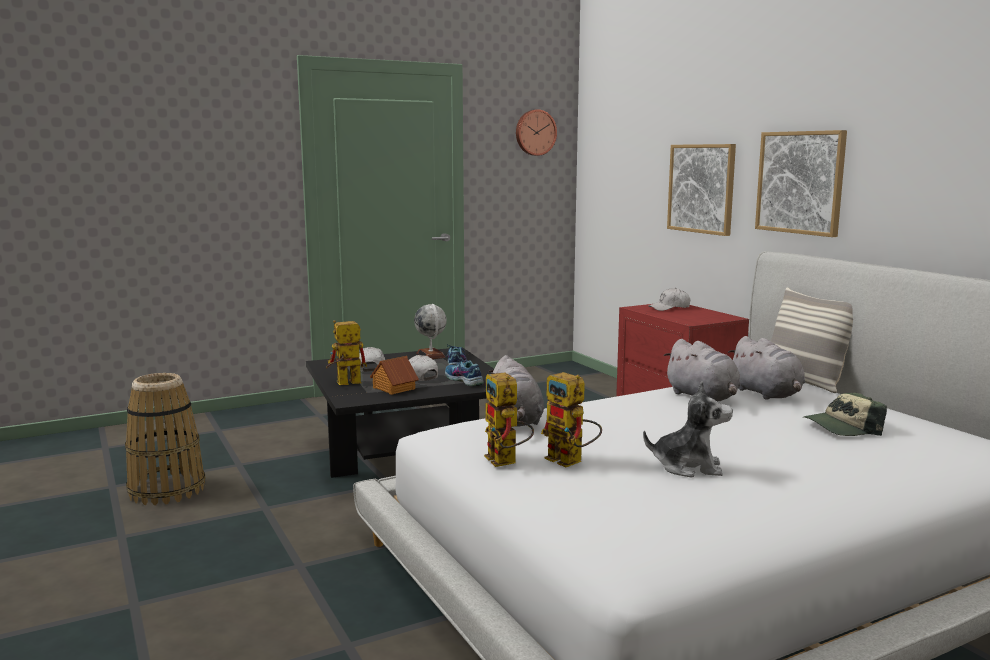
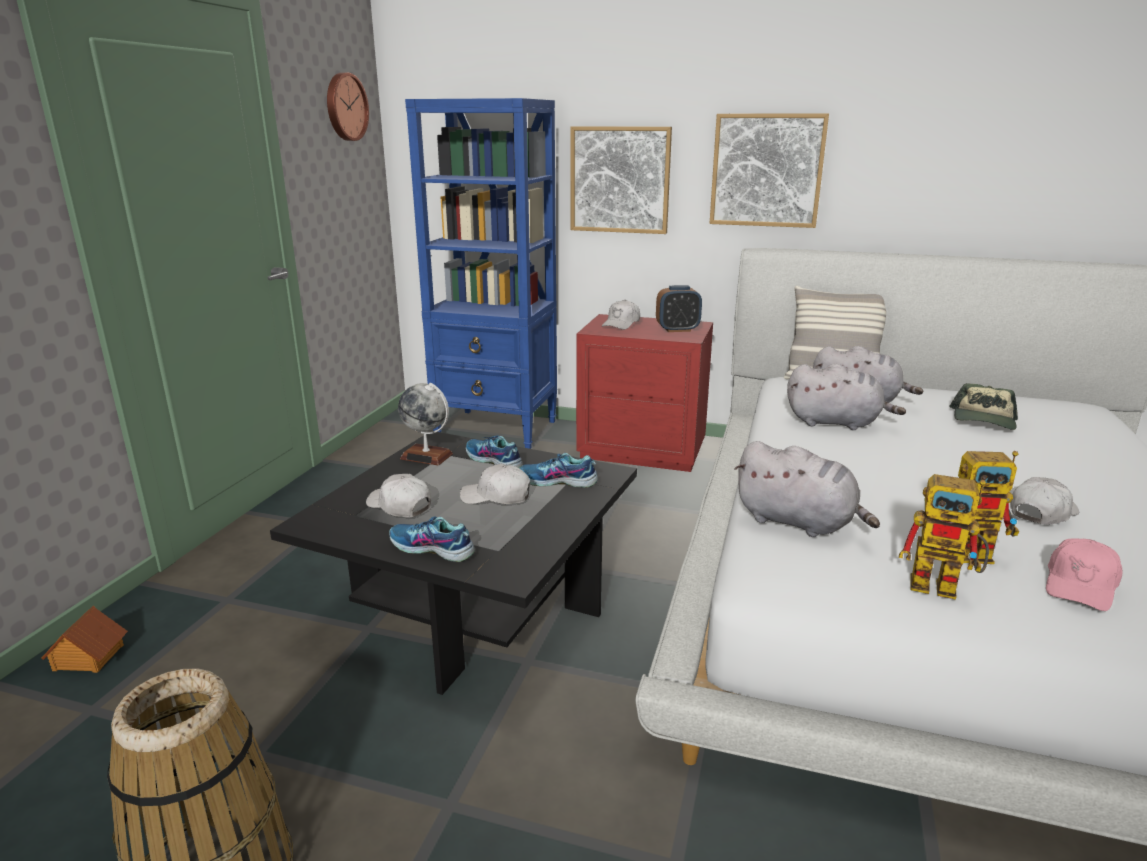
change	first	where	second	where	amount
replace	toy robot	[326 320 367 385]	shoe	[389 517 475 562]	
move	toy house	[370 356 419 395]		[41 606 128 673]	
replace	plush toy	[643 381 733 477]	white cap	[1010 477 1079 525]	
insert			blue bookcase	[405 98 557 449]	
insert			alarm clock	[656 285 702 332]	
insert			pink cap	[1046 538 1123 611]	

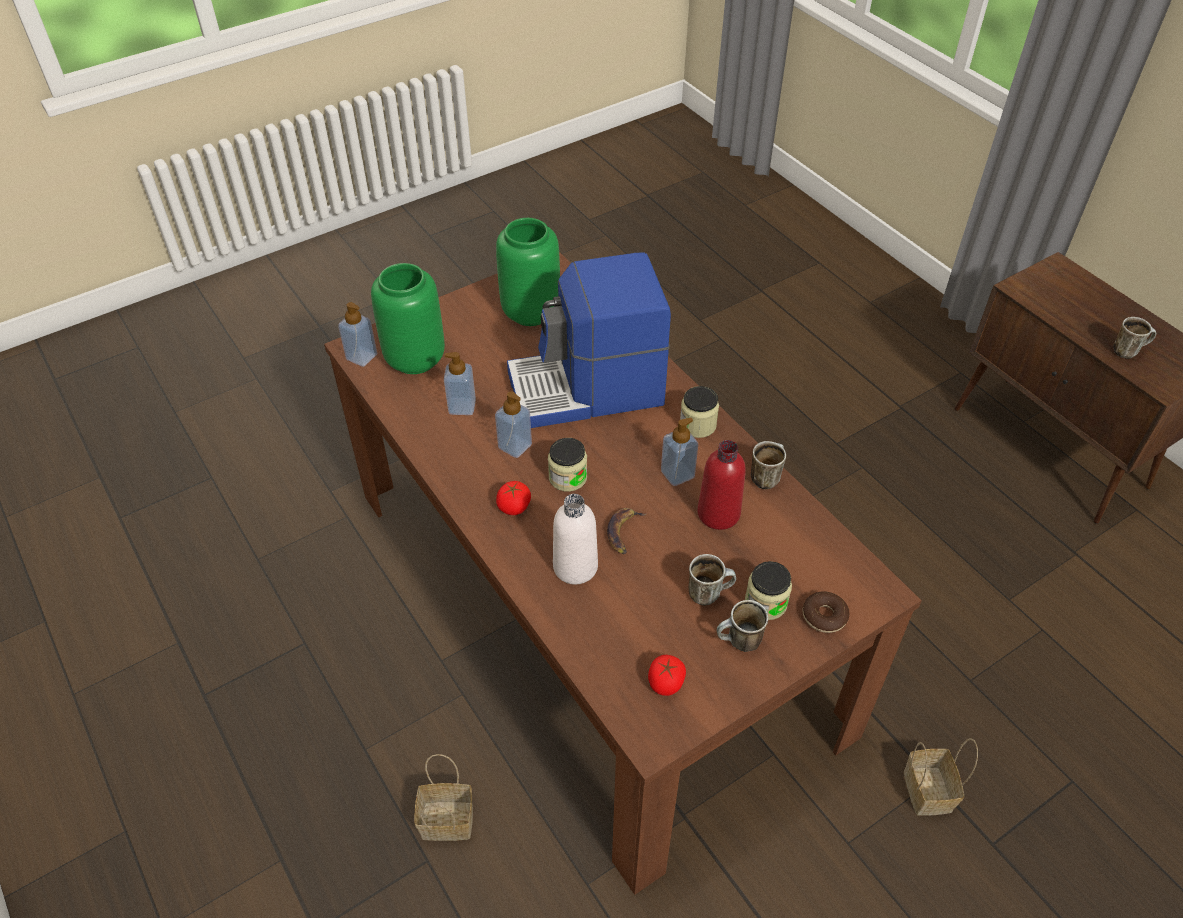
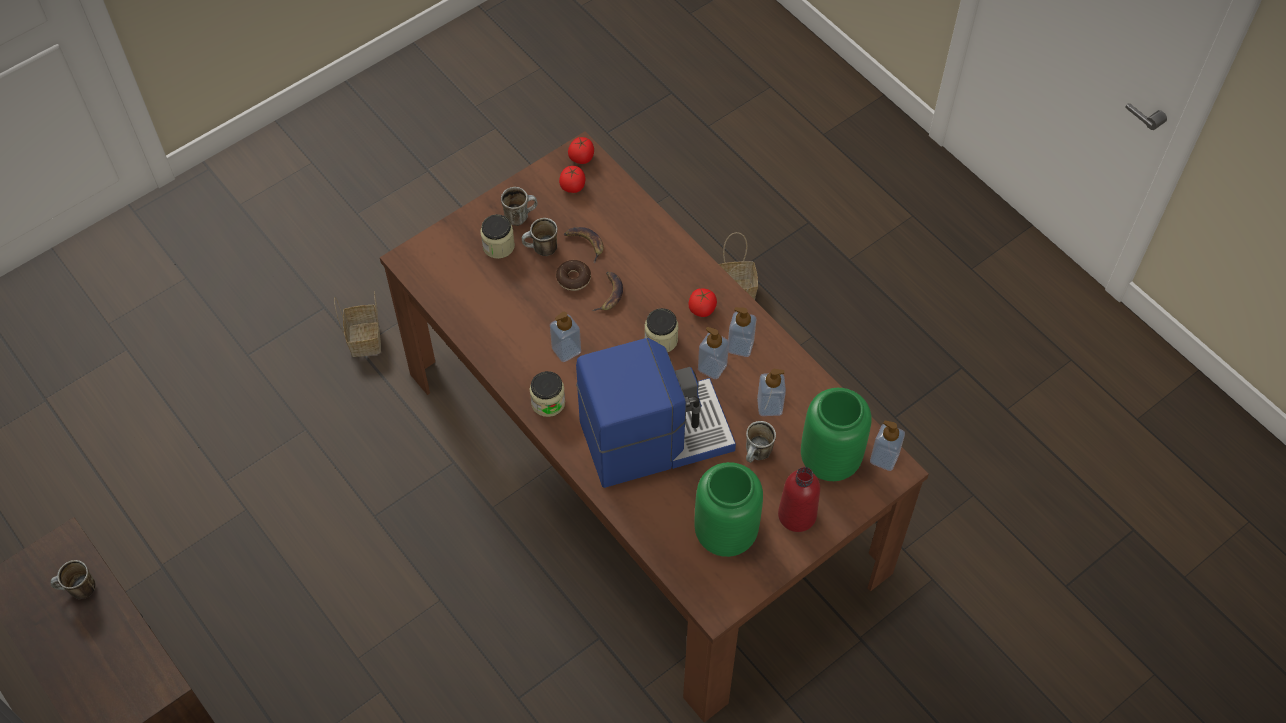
change	first	where	second	where	amount
delete	white bottle	[553 494 598 584]			
move	red bottle	[697 440 746 530]		[778 467 820 532]	
move	mug	[751 441 786 489]		[746 421 776 463]	
move	donut	[803 591 849 633]		[556 260 591 291]	
insert			banana	[564 227 604 263]	
insert			tomato	[568 137 594 164]	
insert			soap dispenser	[728 307 756 357]	

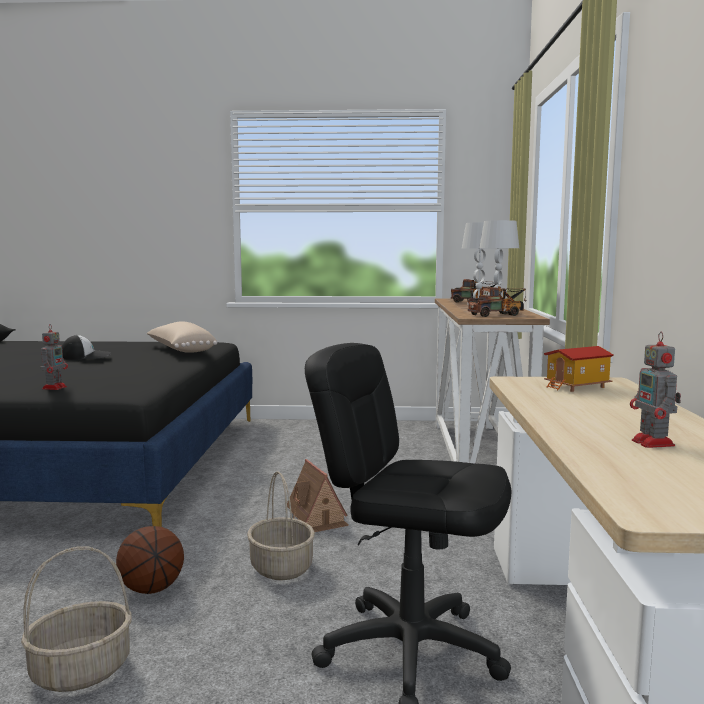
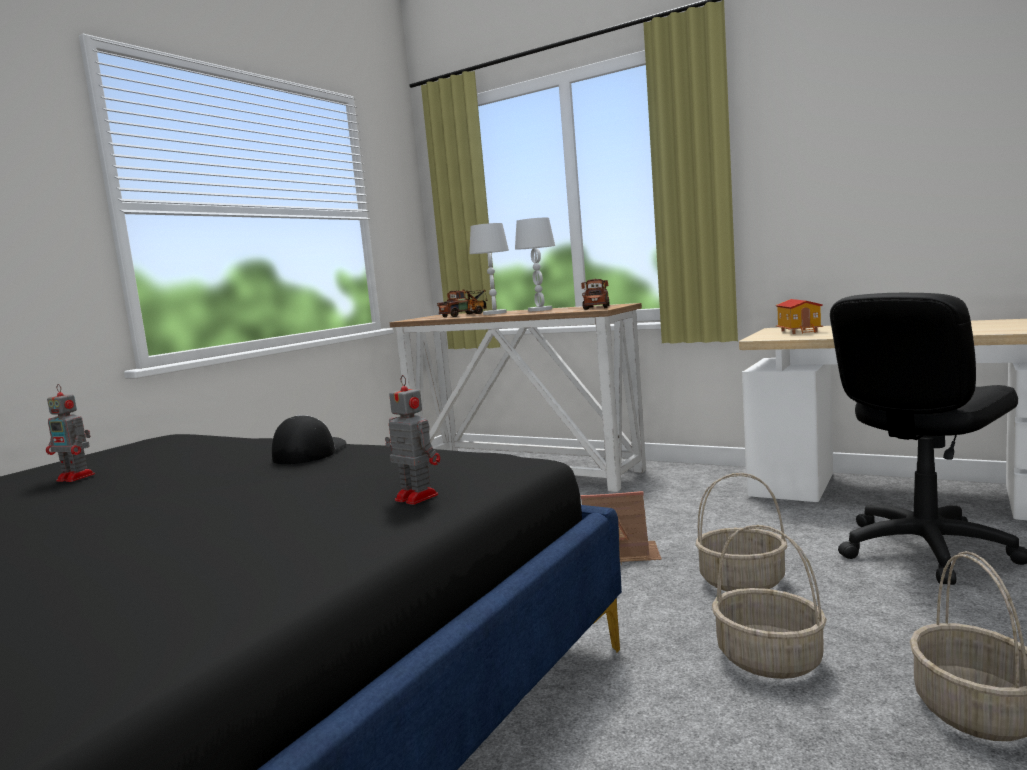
change	first	where	second	where	amount
move	cap	[62 335 111 360]		[272 415 347 464]	
replace	basketball	[116 526 184 594]	basket	[712 525 827 679]	
delete	beige pillow	[147 321 217 353]			
move	toy robot	[630 332 681 448]		[46 384 95 482]	

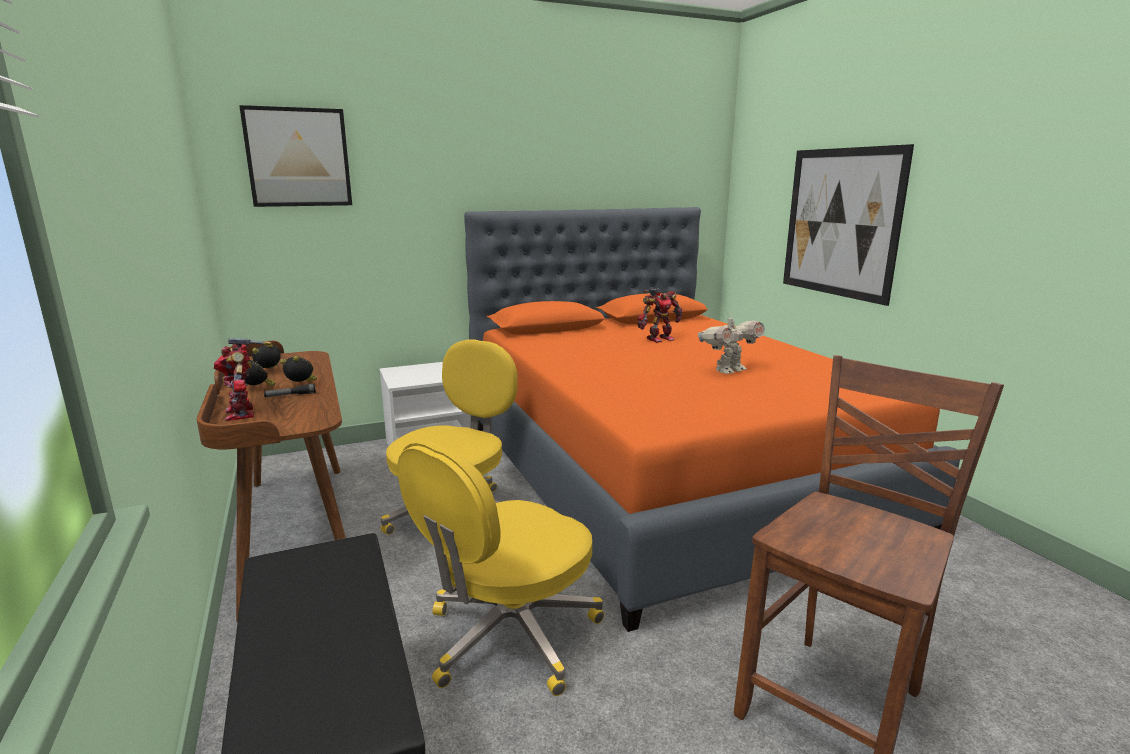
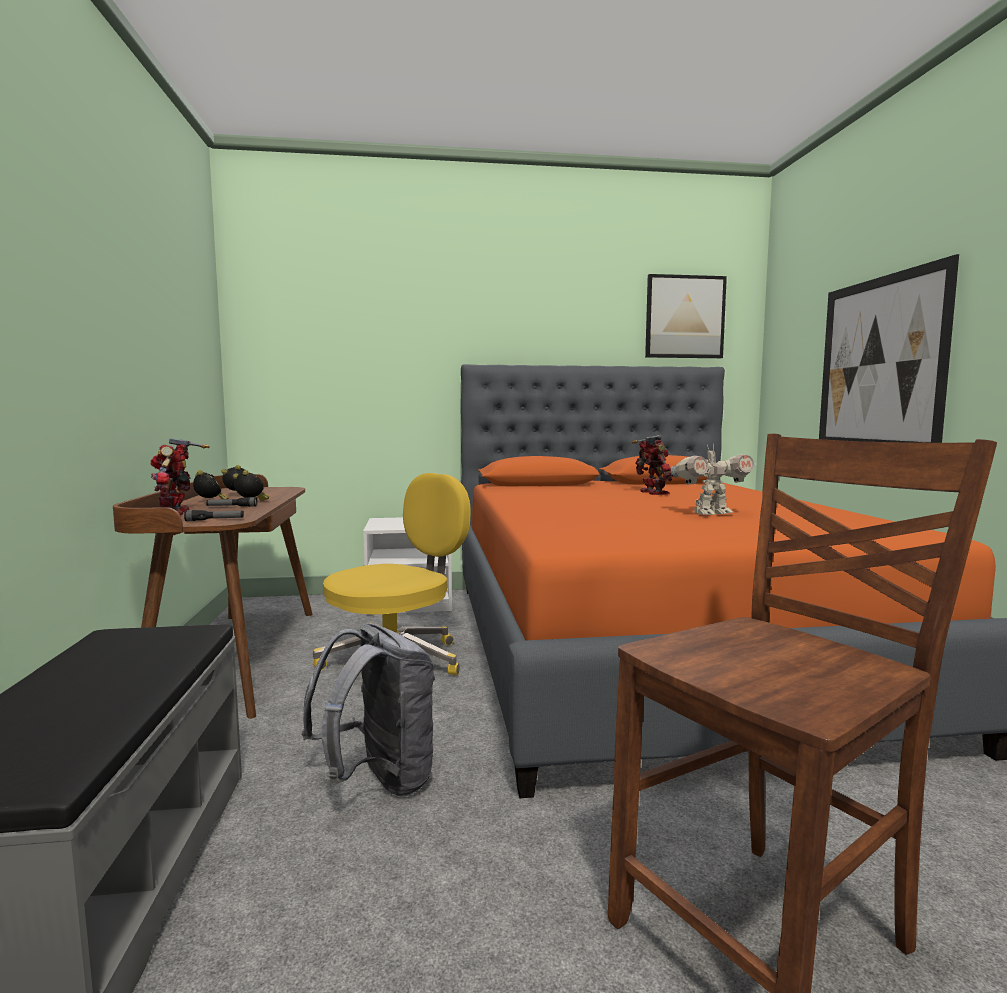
change	first	where	second	where	amount
move	picture	[239 105 352 207]		[645 274 727 358]	
replace	yellow office chair	[397 439 604 696]	grey backpack	[302 623 435 797]	
rotate	toy robot	[637 289 683 343]		[632 435 673 495]	90 degrees counterclockwise
insert			flashlight	[184 510 244 521]	

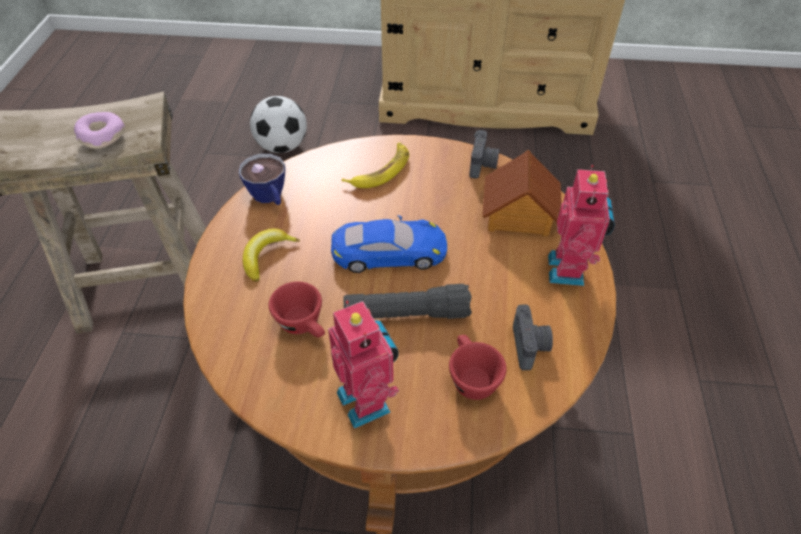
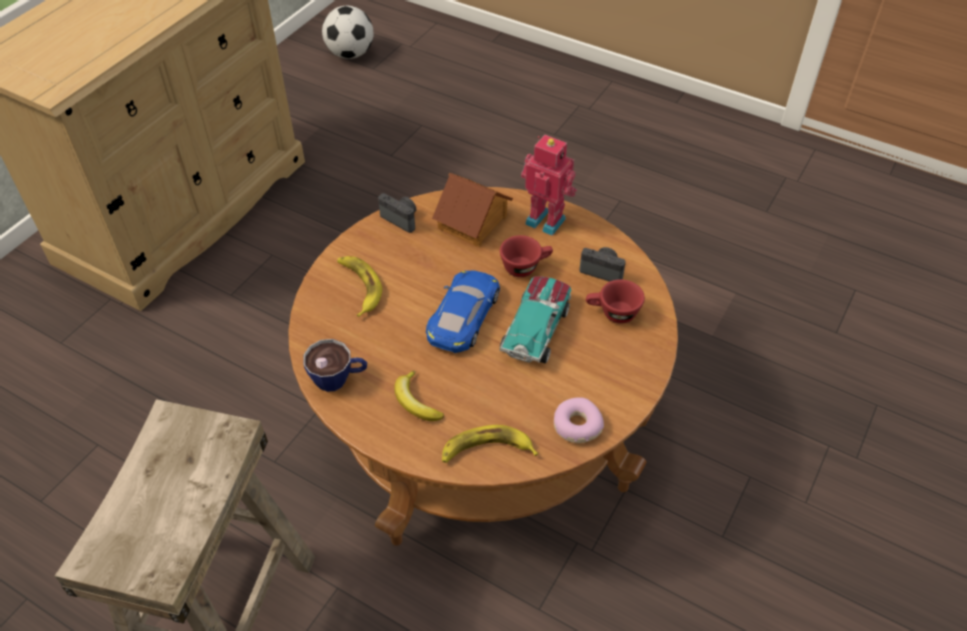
change	first	where	second	where	amount
move	donut	[74 112 125 149]		[554 397 604 443]	
move	football	[250 96 307 153]		[322 6 374 59]	
move	red cup	[269 282 325 338]		[500 235 553 277]	
delete	toy robot	[328 301 399 429]			
replace	black flashlight	[343 284 472 319]	toy car	[500 276 571 364]	
insert			banana	[442 425 538 463]	

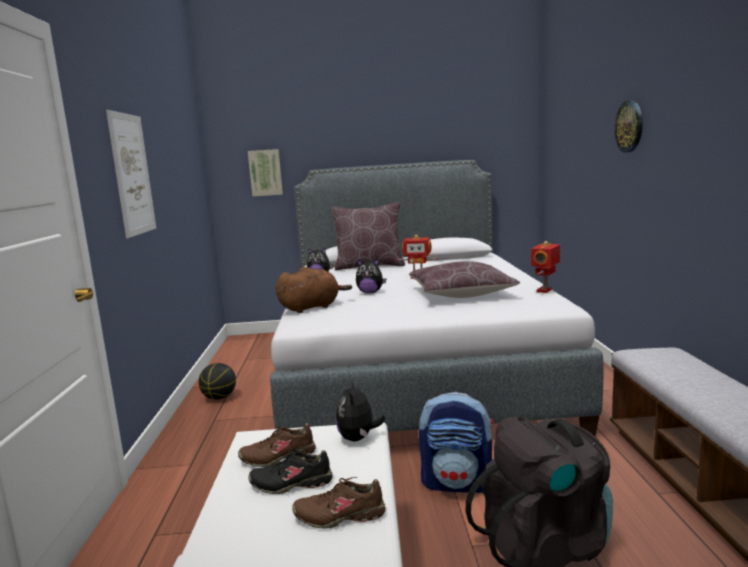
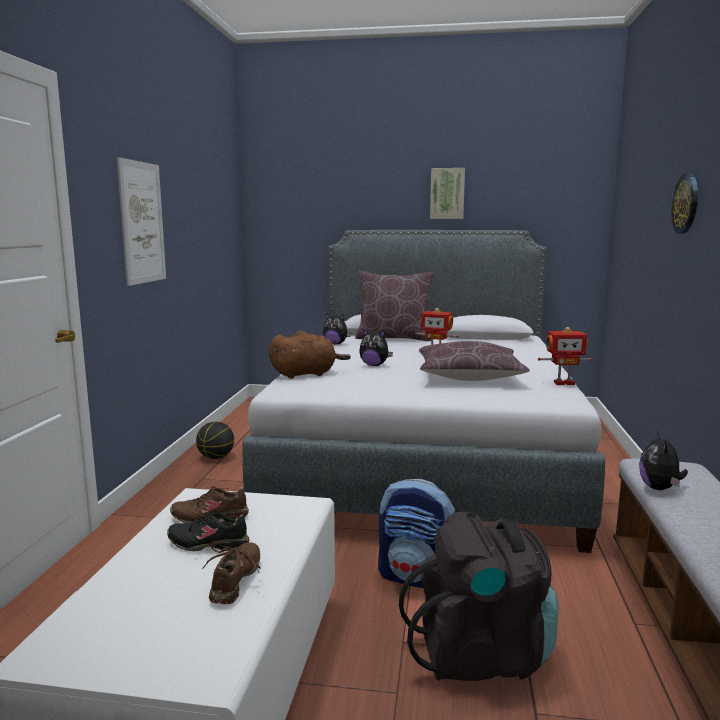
change	first	where	second	where	amount
move	picture	[248 149 283 197]		[430 168 465 219]	
rotate	brown shoe	[292 477 385 528]		[202 541 261 604]	90 degrees clockwise
move	plush toy	[335 380 385 441]		[639 431 688 490]	
rotate	toy robot	[531 241 560 293]		[538 327 593 385]	135 degrees counterclockwise

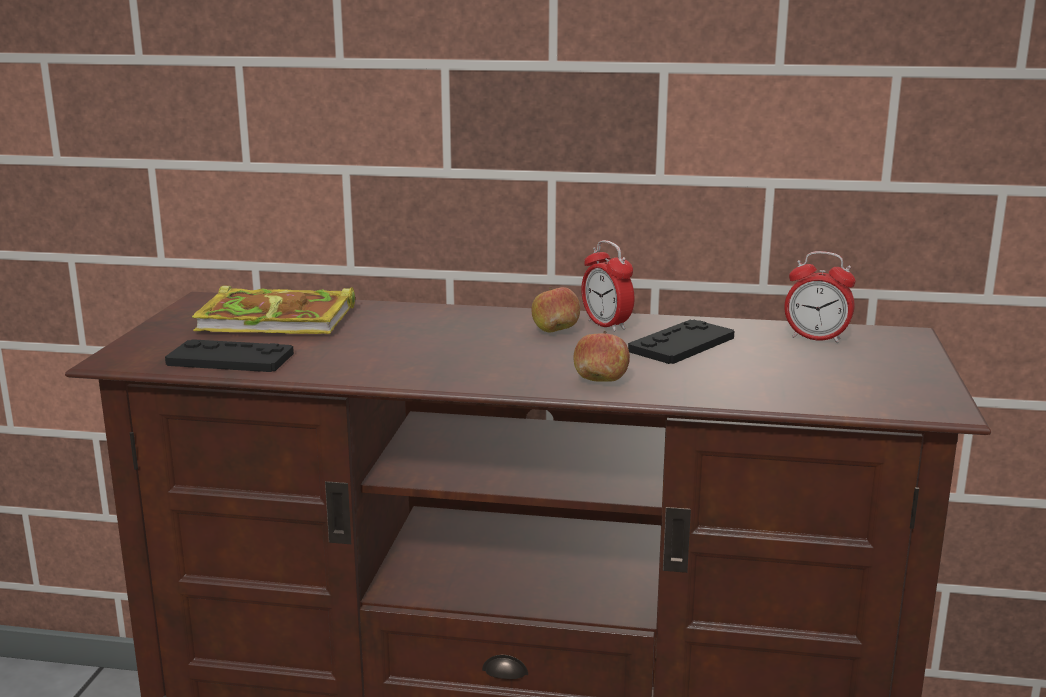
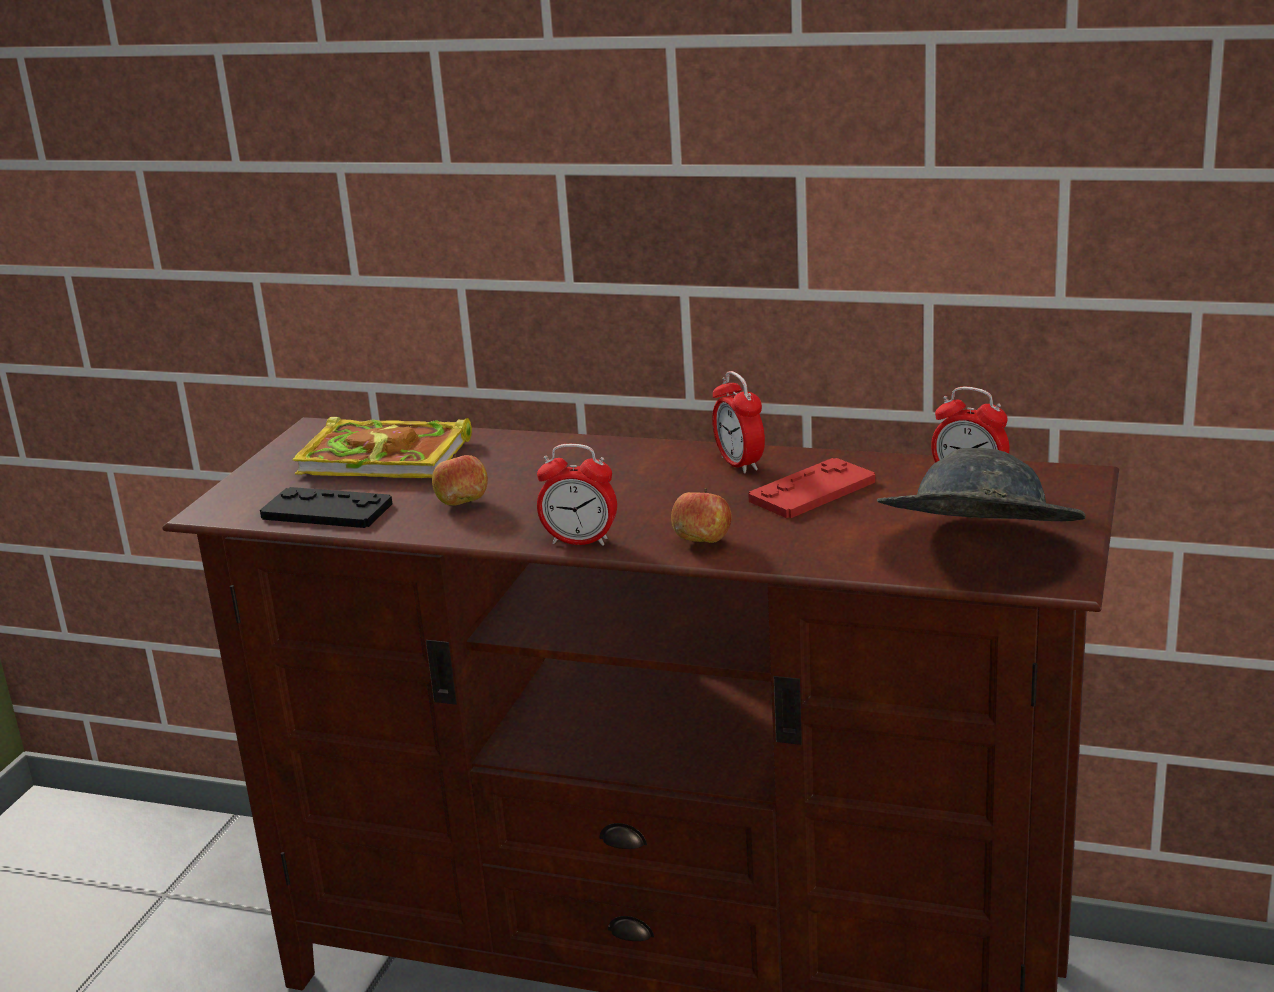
change	first	where	second	where	amount
move	apple	[531 287 580 333]		[432 454 488 506]	
recolor	black game controller	[628 320 734 364]	red game controller	[748 458 875 518]	
insert			alarm clock	[537 444 617 546]	
insert			grey hat	[877 448 1085 521]	

